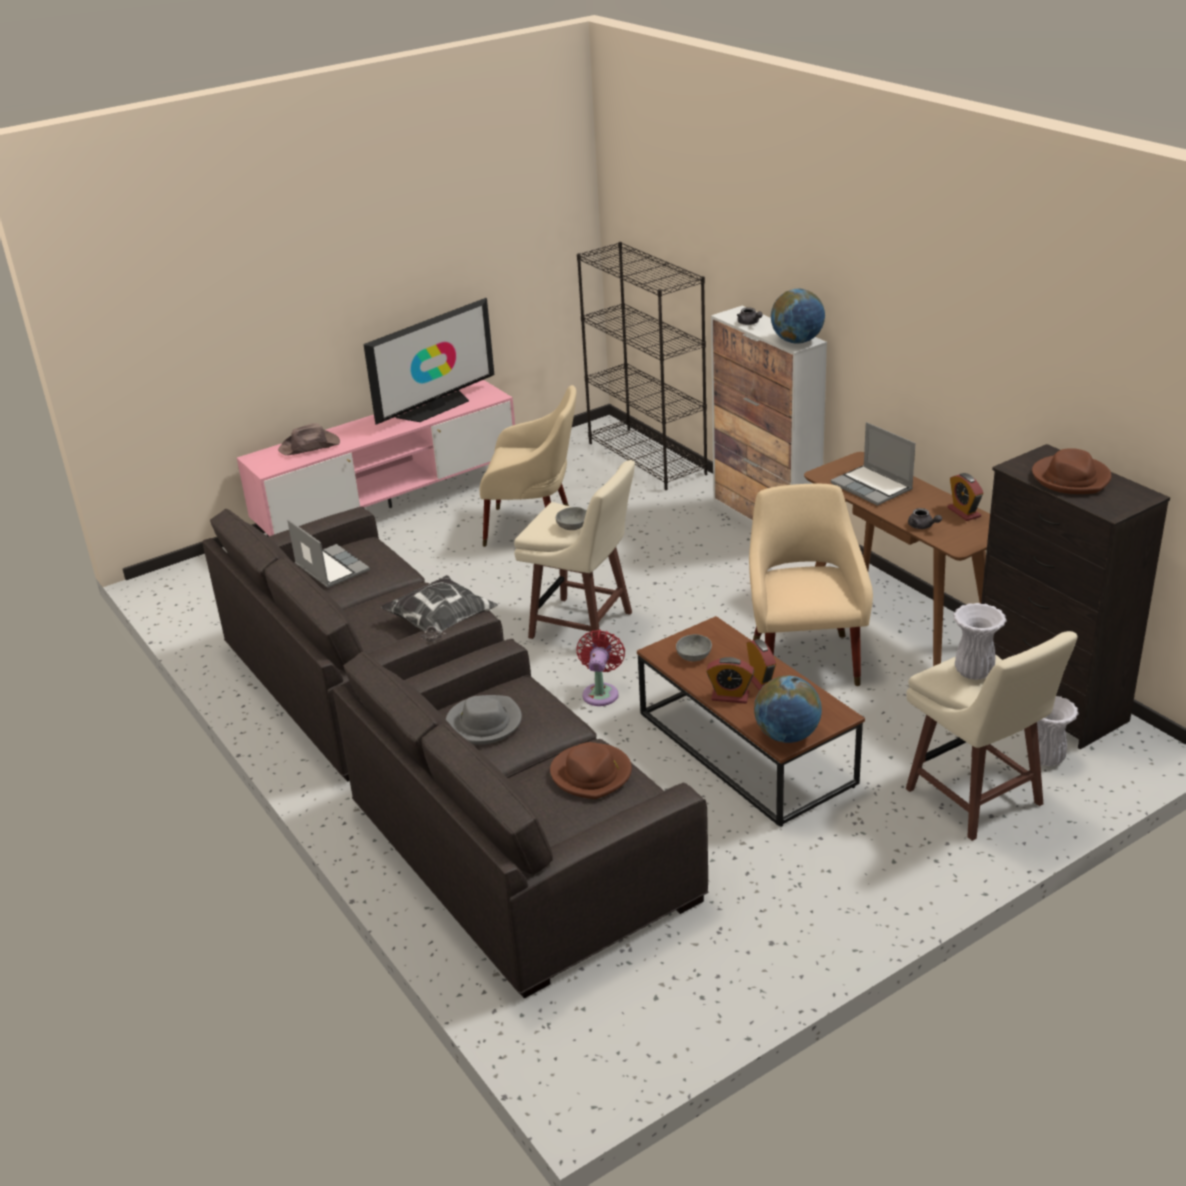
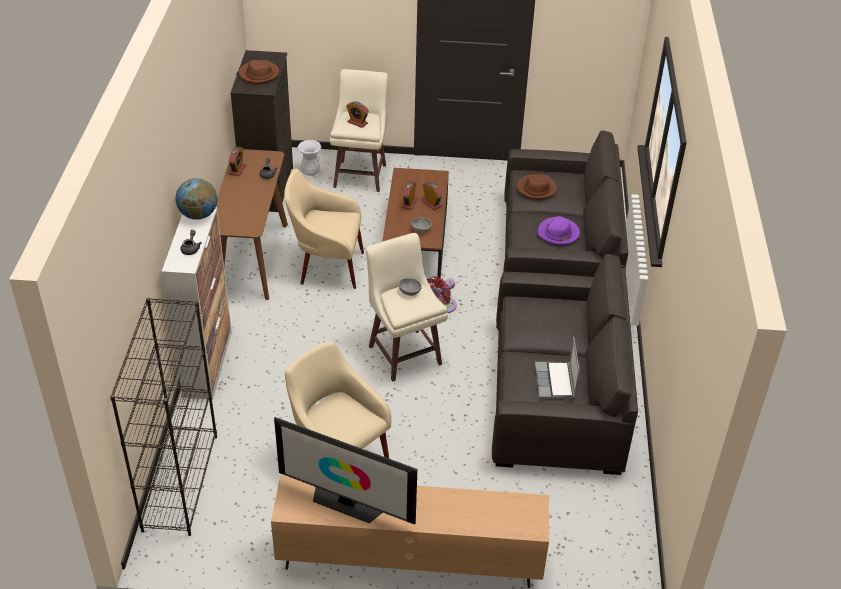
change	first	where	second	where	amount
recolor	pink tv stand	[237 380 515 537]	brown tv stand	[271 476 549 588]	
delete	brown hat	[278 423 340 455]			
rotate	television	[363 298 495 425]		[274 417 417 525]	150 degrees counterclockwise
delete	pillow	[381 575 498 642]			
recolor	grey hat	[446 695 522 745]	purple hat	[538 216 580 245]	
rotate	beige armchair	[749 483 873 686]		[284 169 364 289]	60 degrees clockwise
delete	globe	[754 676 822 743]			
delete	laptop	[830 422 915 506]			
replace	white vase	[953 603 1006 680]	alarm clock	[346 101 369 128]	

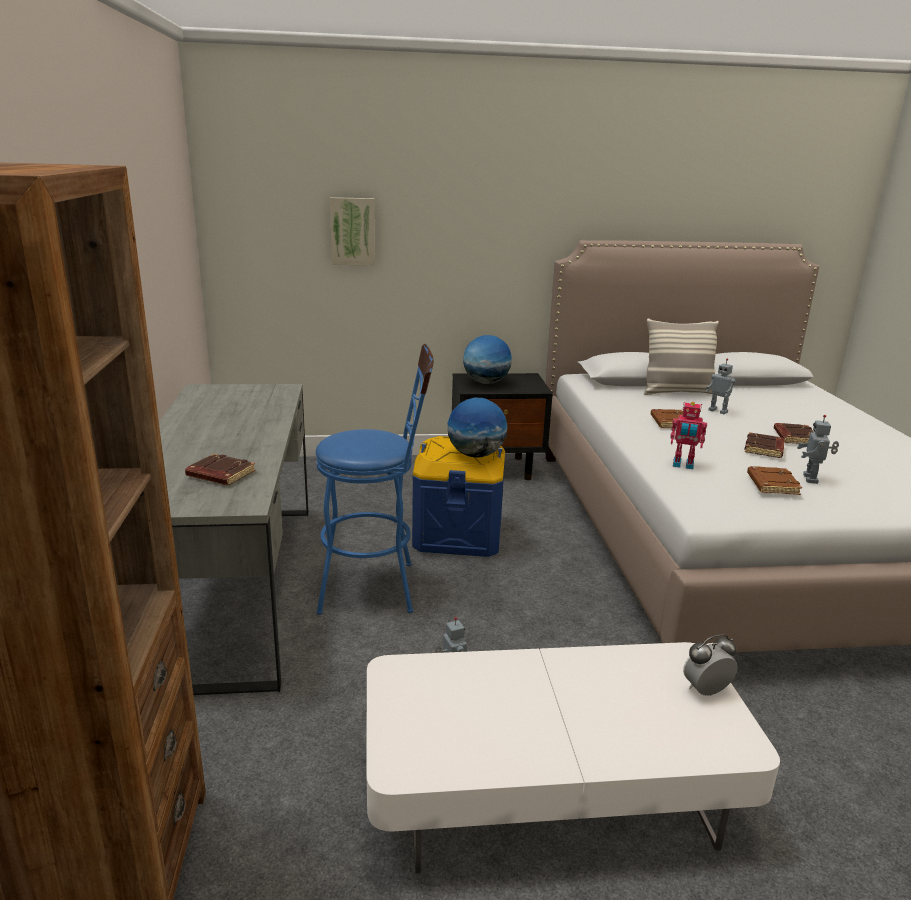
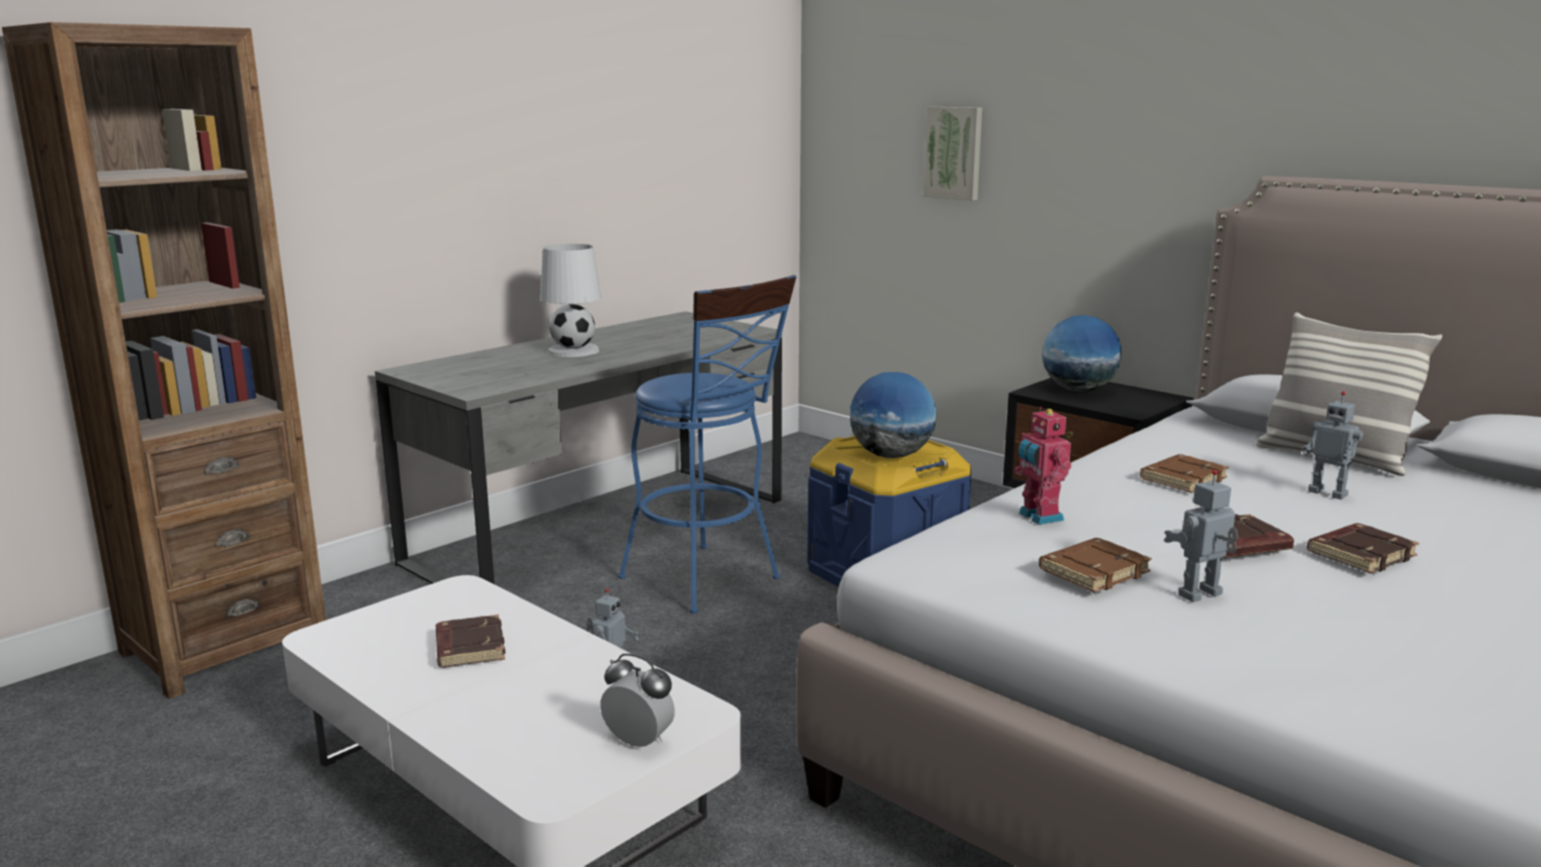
change	first	where	second	where	amount
move	brown book	[185 454 256 486]		[436 614 506 668]	
rotate	toy robot	[706 359 736 414]		[1302 391 1363 499]	45 degrees counterclockwise
insert			white table lamp	[540 244 601 357]	

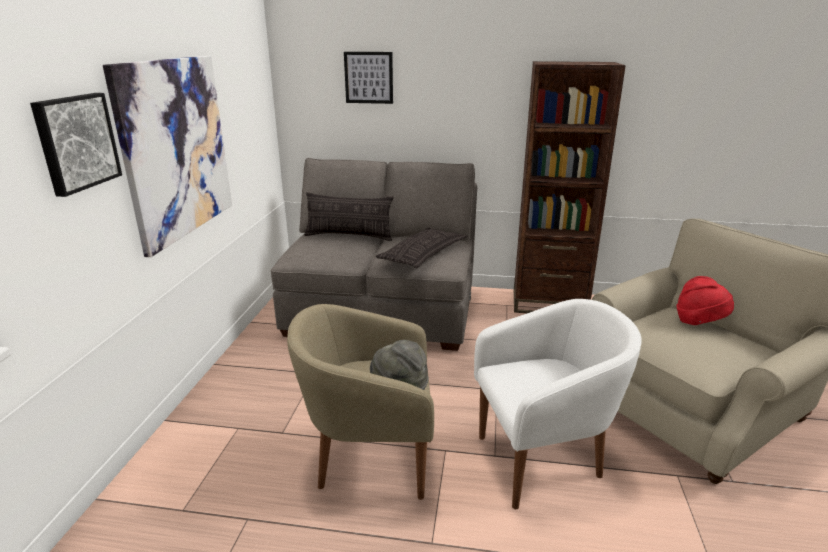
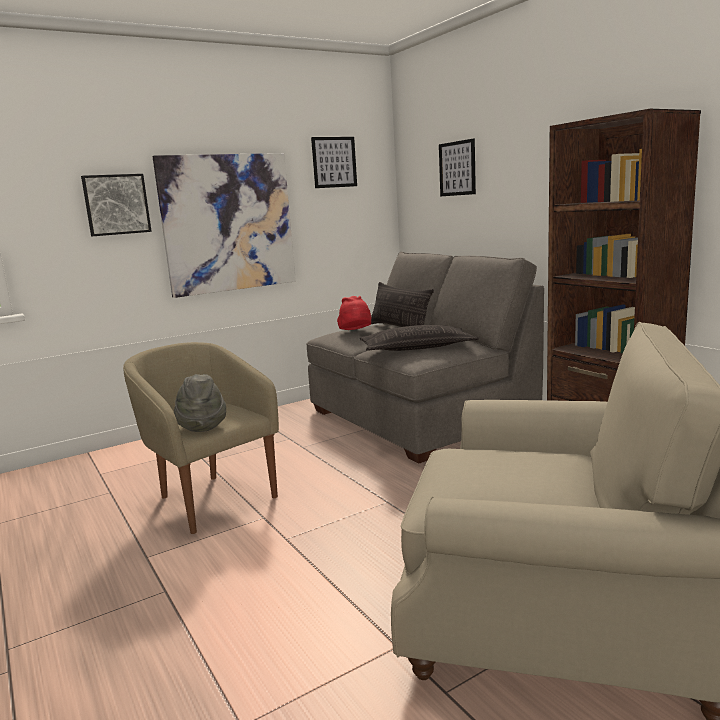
change	first	where	second	where	amount
delete	white armchair	[474 299 642 509]			
move	red hat	[677 276 734 325]		[337 296 371 330]	
insert			picture	[311 137 357 188]	

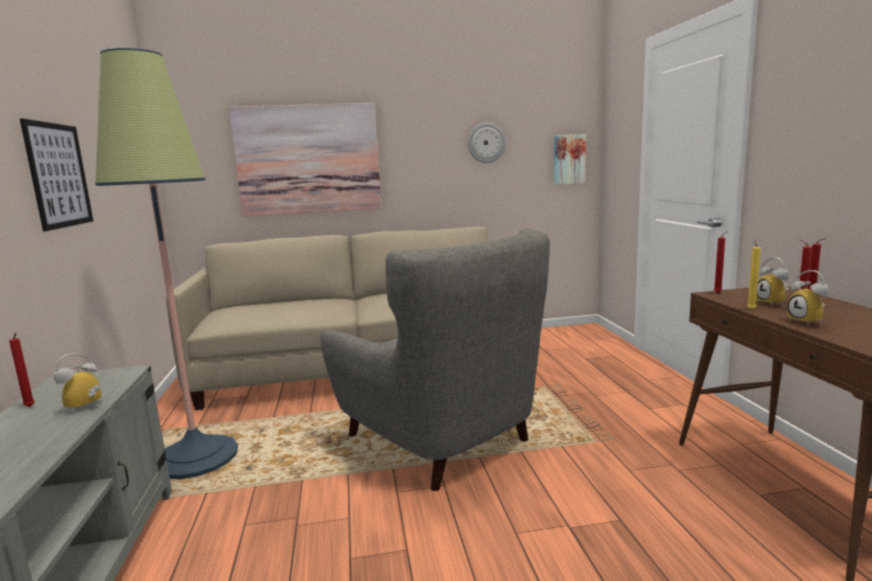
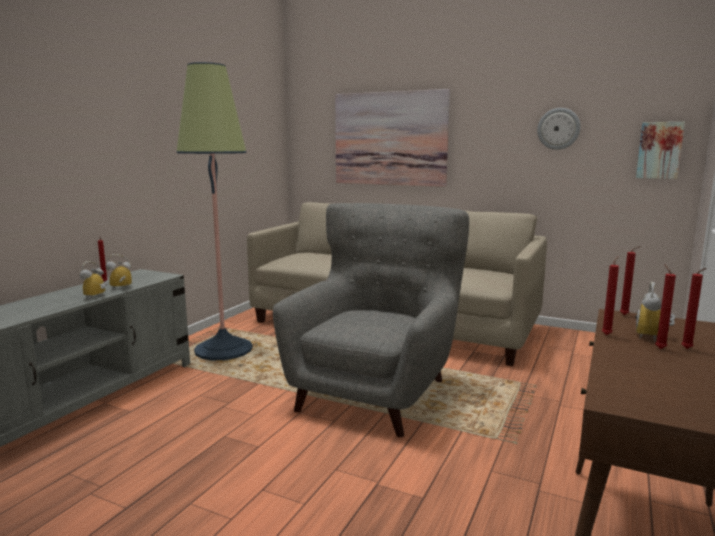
change	first	where	second	where	amount
delete	picture	[20 119 93 231]			
rotate	grey armchair	[320 229 550 491]		[273 203 469 437]	150 degrees counterclockwise
recolor	yellow candle	[747 239 761 310]	red candle	[602 256 619 335]	
move	alarm clock	[787 270 828 326]		[80 261 108 299]	

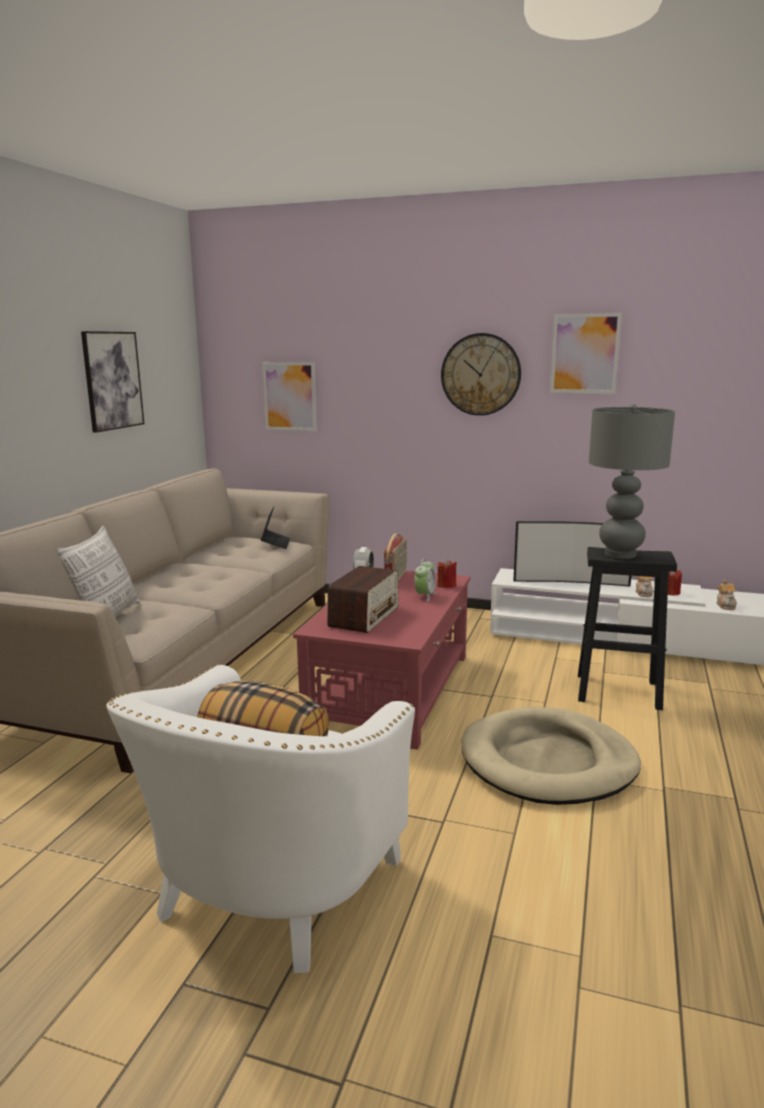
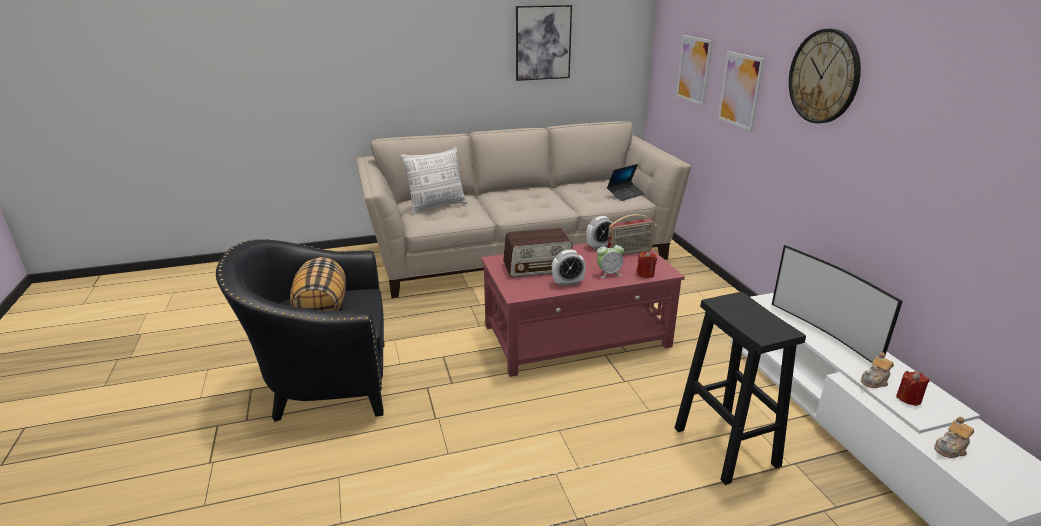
change	first	where	second	where	amount
recolor	white armchair	[106 664 415 973]	black armchair	[216 239 385 422]	
delete	beige dog bed	[461 707 641 805]			
move	picture	[550 313 622 394]		[718 51 764 131]	
delete	grey table lamp	[589 404 675 559]			
insert			alarm clock	[552 250 586 286]	

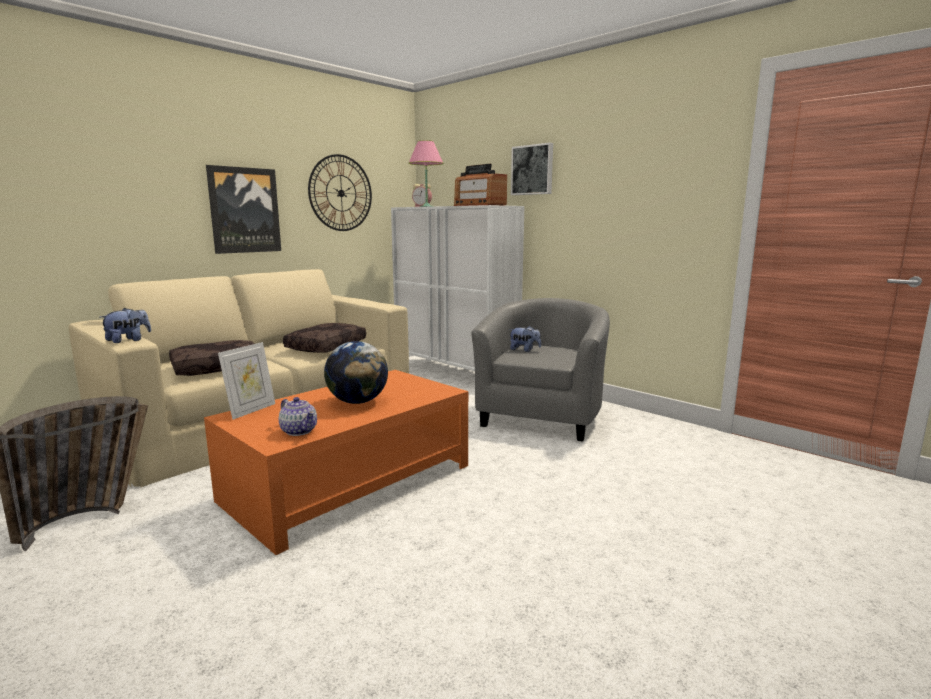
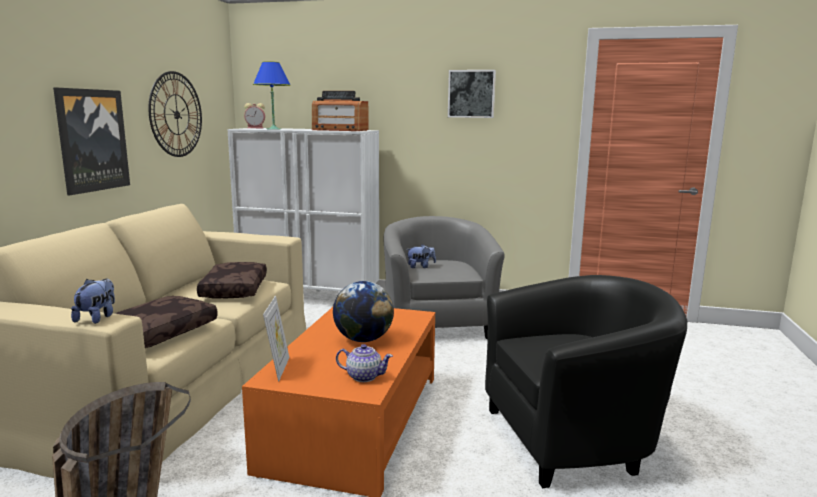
change	first	where	second	where	amount
recolor	pink table lamp	[408 140 444 207]	blue table lamp	[253 61 291 130]	
move	picture	[511 143 553 195]		[448 70 496 118]	
insert			black armchair	[485 275 687 488]	

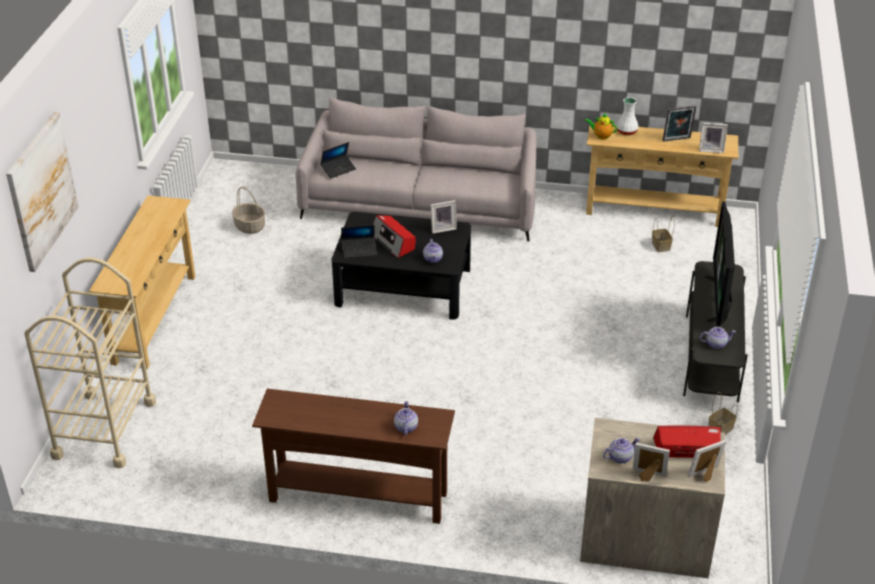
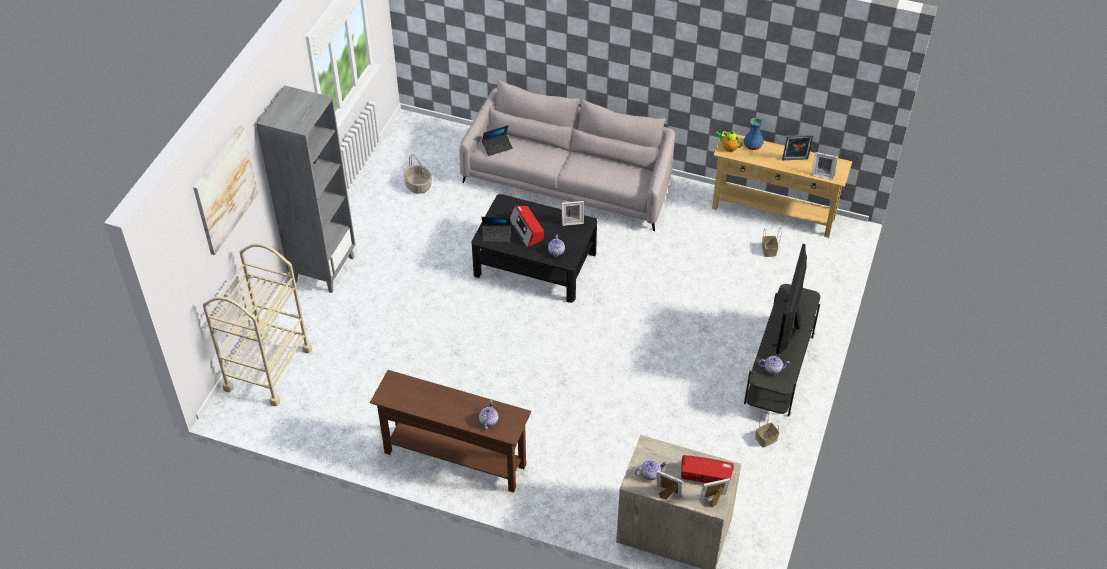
change	first	where	second	where	amount
replace	beige console table	[89 195 195 369]	grey bookcase	[256 85 355 293]	
recolor	white vase	[616 97 639 136]	blue vase	[744 118 763 150]	

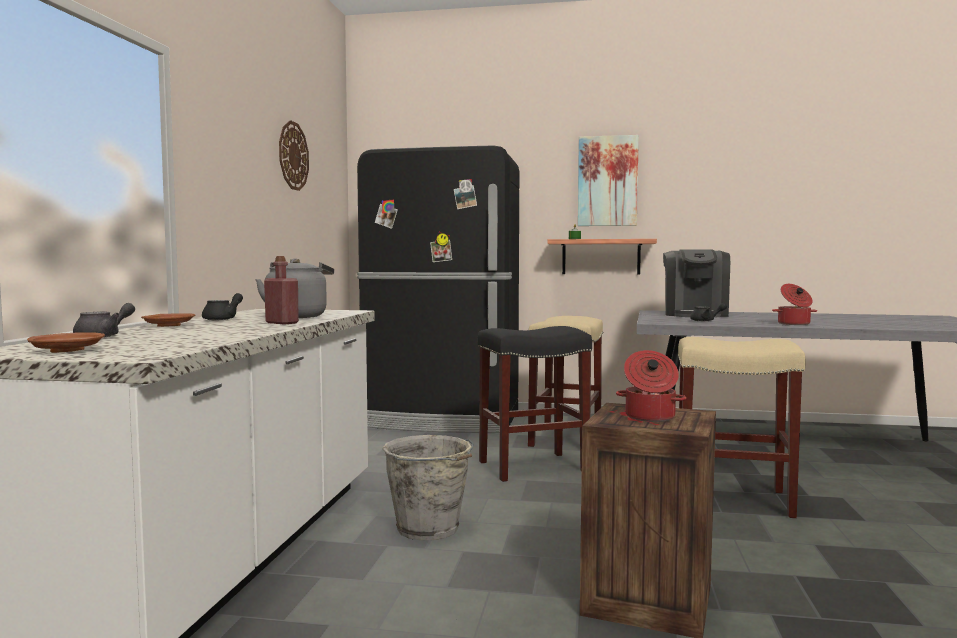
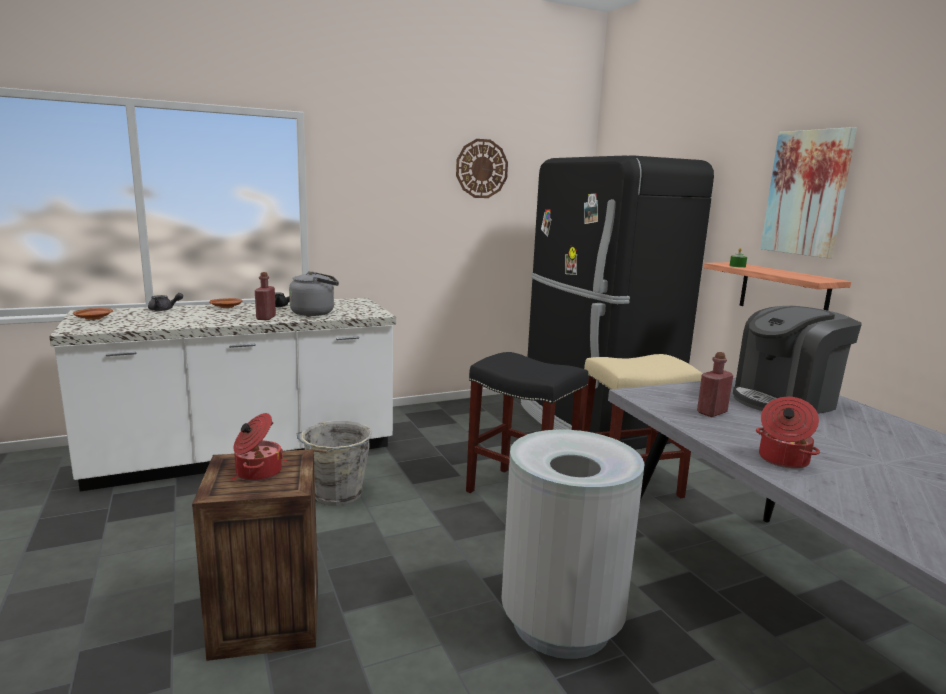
change	first	where	second	where	amount
replace	beige stool	[678 337 806 518]	grey trash can	[501 430 645 659]	
replace	black teapot	[690 303 727 321]	red bottle	[697 352 733 417]	

